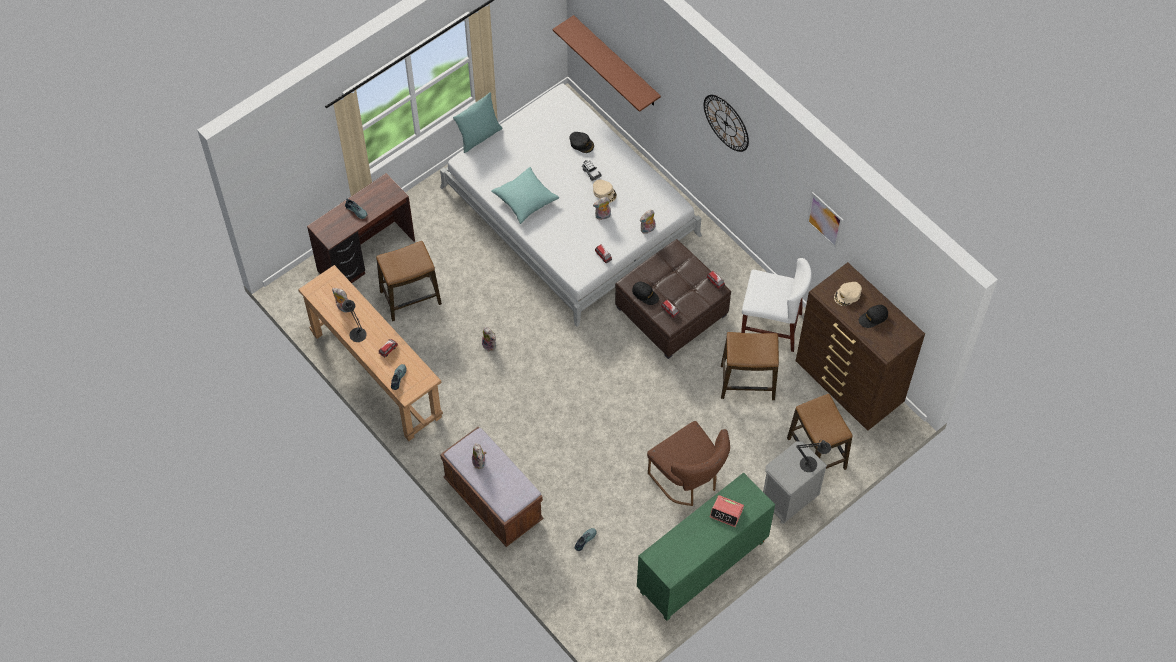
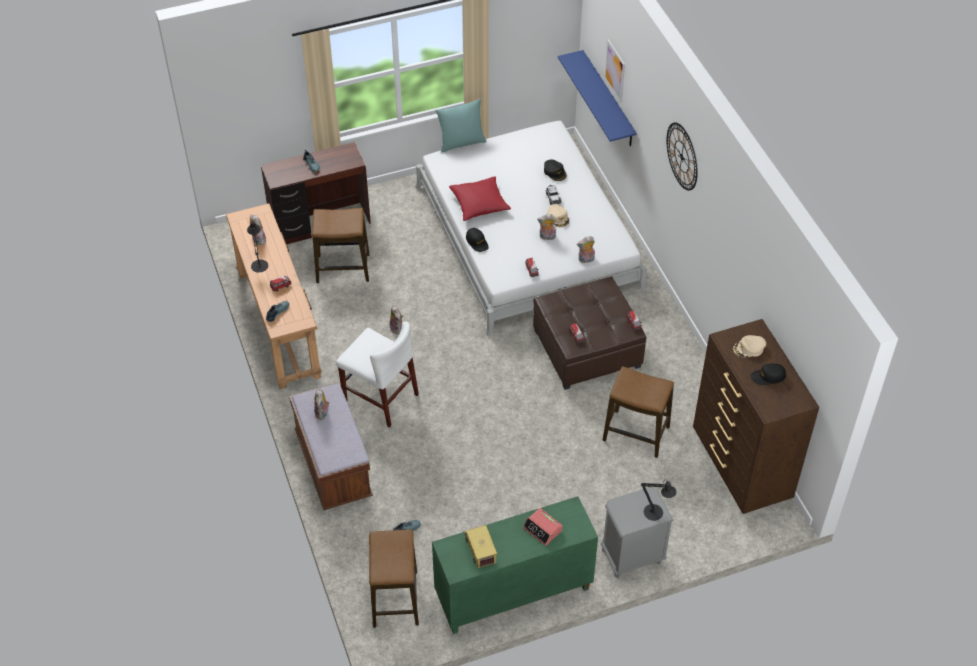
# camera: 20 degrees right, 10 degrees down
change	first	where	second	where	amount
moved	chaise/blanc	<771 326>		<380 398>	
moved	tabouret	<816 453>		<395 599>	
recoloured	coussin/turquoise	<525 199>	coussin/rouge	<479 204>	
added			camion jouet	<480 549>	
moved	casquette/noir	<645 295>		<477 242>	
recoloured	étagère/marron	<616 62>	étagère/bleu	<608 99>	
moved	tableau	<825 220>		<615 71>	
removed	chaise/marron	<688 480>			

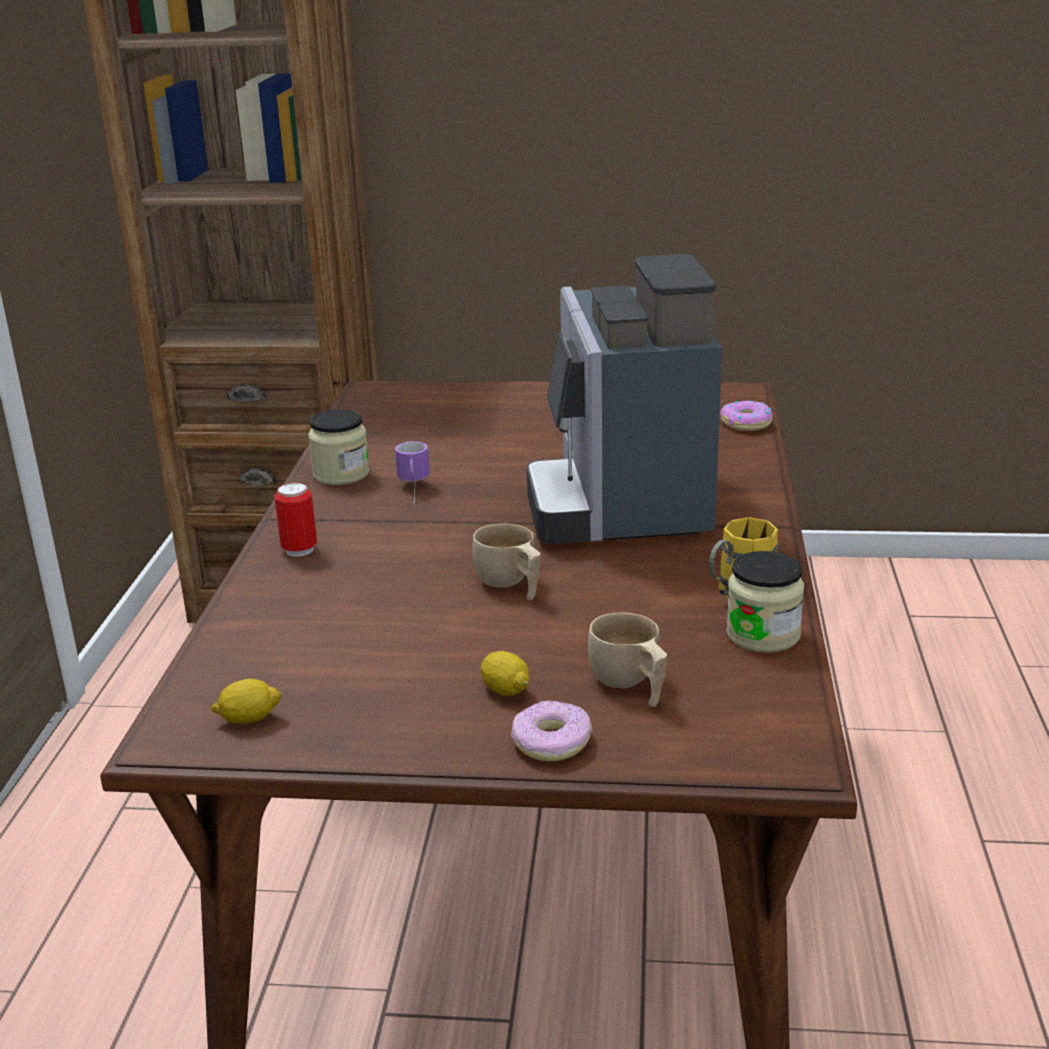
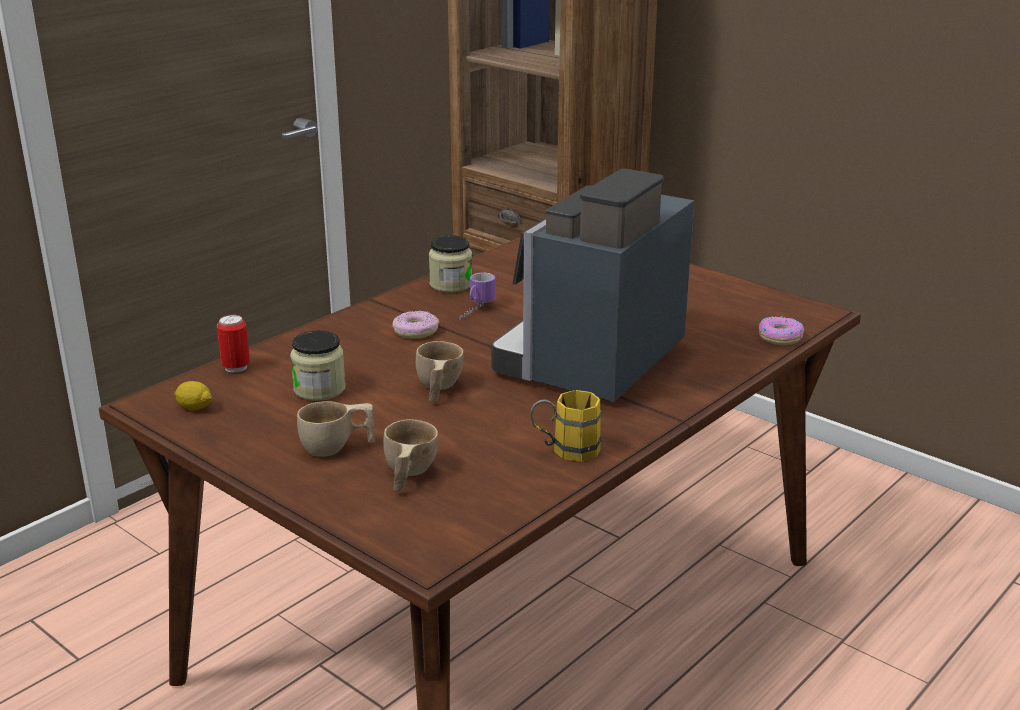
# camera: 35 degrees right, 0 degrees up
change	first	where	second	where	amount
moved	boîte métallique	<299 550>		<236 367>	
moved	bocal	<763 634>		<319 389>	
replaced	citron	<505 690>	tasse/beige	<337 447>	
moved	beignet	<551 742>		<415 331>	

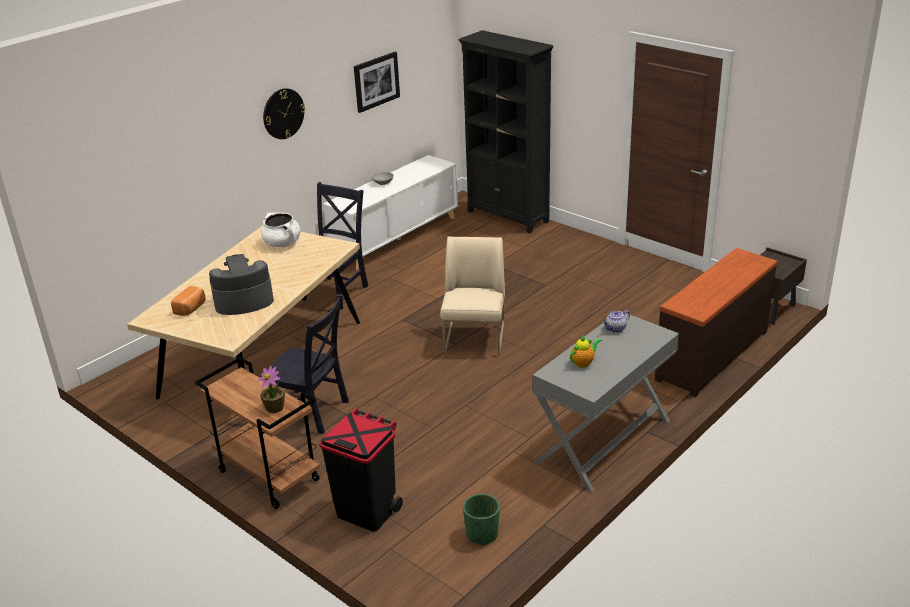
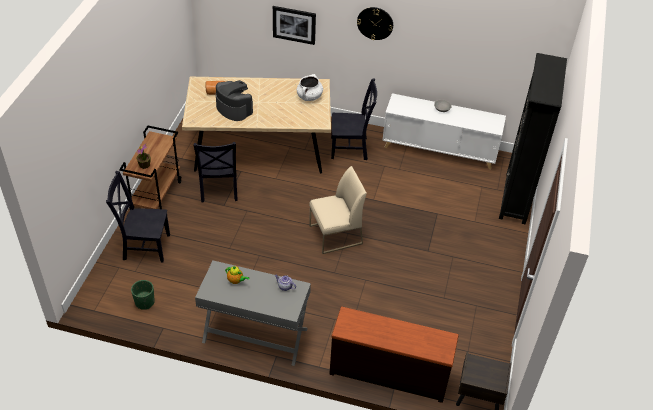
# camera: 60 degrees right, 15 degrees up
change	first	where	second	where	amount
replaced	poubelle/noir	<367 511>	chaise/noir	<144 246>	
moved	tableau	<376 81>		<294 24>	

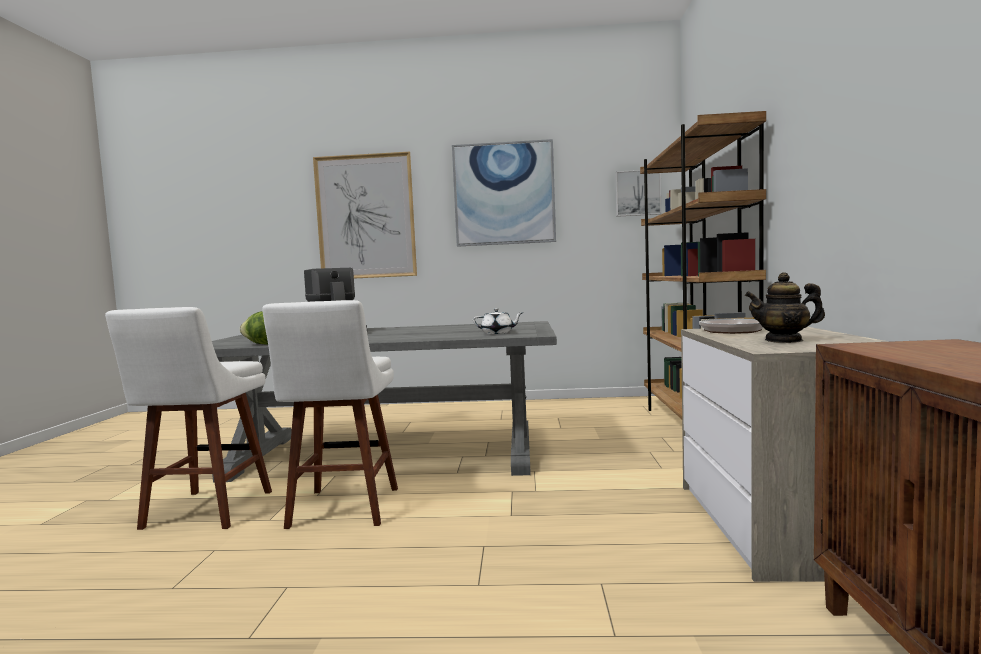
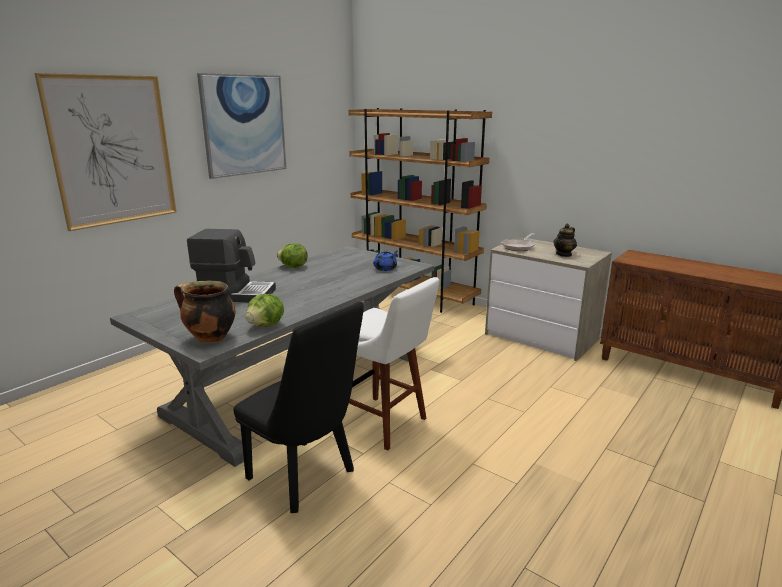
# camera: 55 degrees left, 15 degrees up
change	first	where	second	where	amount
added			marmite	<209 338>	
replaced	tabouret/blanc	<205 512>	chaise/noir	<307 478>	
added			laitue	<293 267>	
recoloured	théière/blanc	<498 333>	théière/bleu	<385 268>	
removed	tableau	<637 193>			

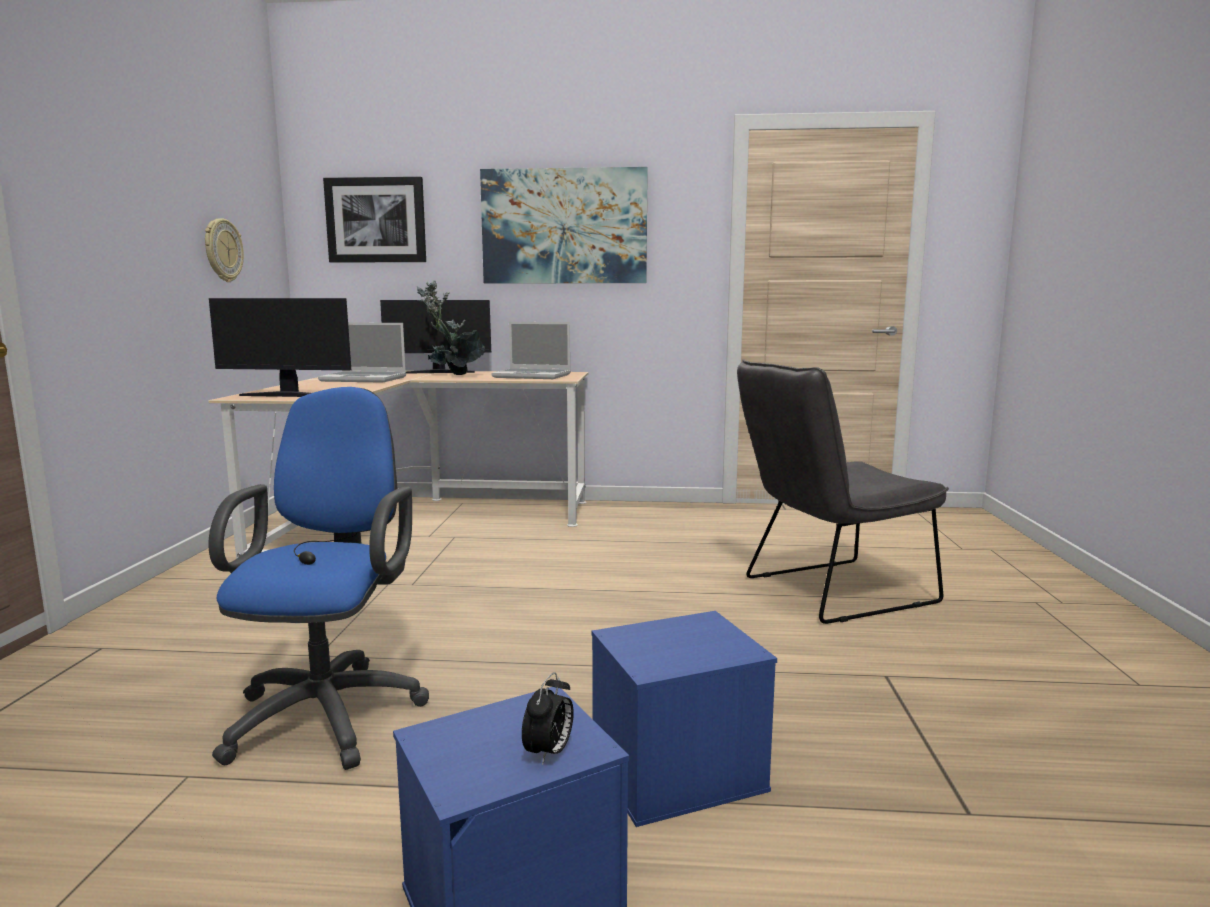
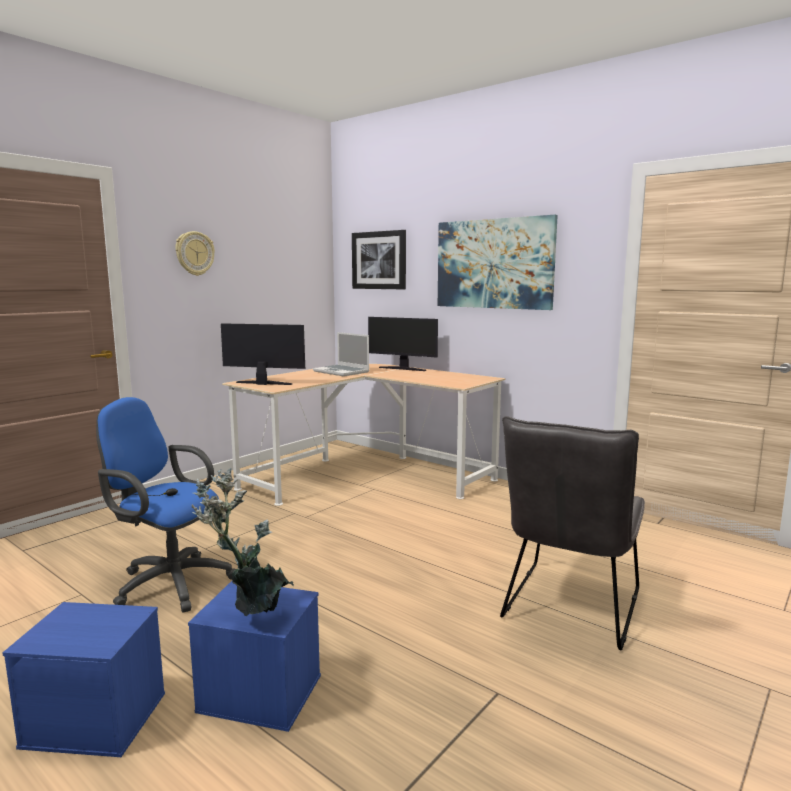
# camera: 35 degrees right, 0 degrees up
change	first	where	second	where	amount
turned	chaise de bureau/bleu	<331 710>		<169 582>	105 degrees counterclockwise
moved	horloge murale	<222 250>		<194 253>	
moved	plante en pot	<452 376>		<250 613>	
turned	écran d'ordinateur	<287 395>		<263 384>	150 degrees clockwise
turned	chaise/gris	<828 592>		<569 609>	75 degrees counterclockwise
removed	ordinateur portable	<533 376>			
removed	réveil	<549 753>			

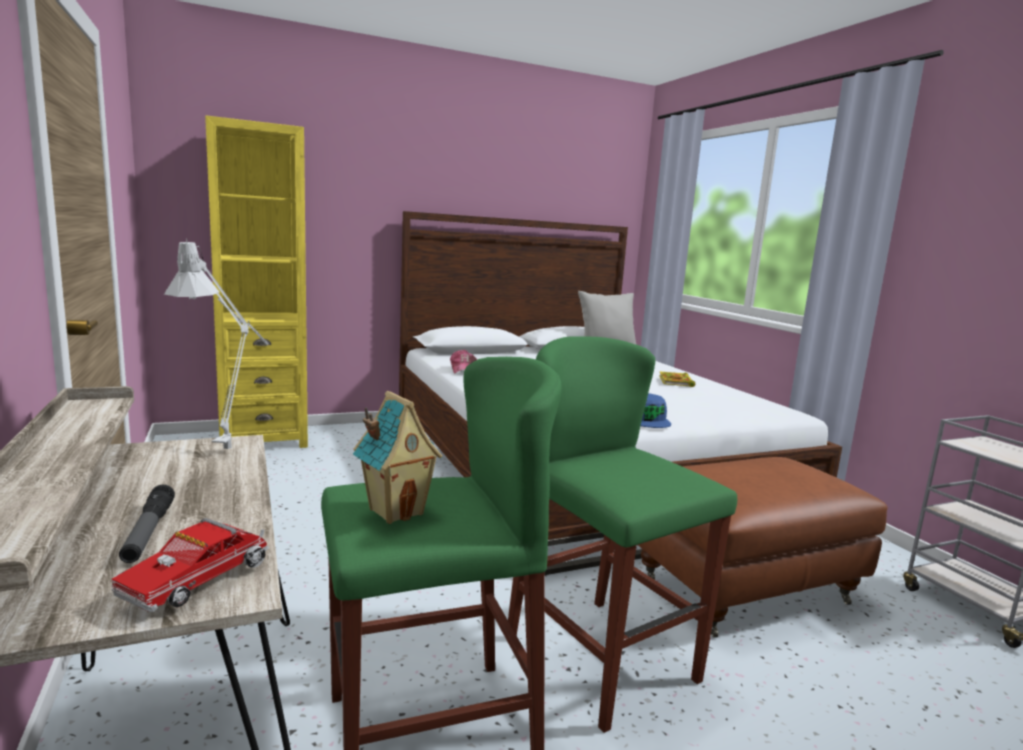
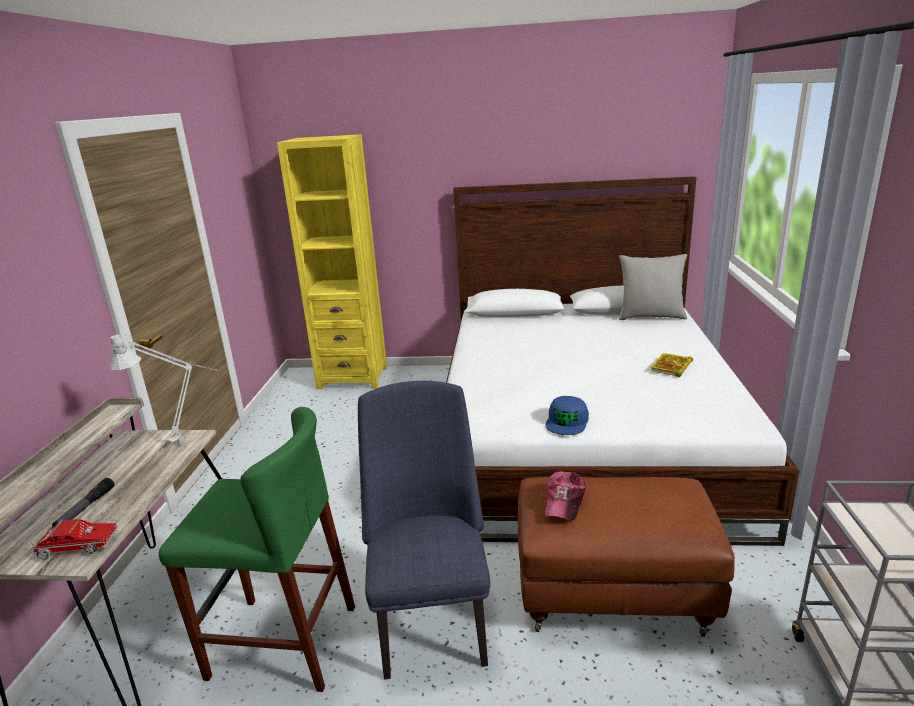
# camera: 30 degrees right, 10 degrees up
change	first	where	second	where	amount
turned	camion jouet	<203 580>		<74 548>	150 degrees counterclockwise
replaced	tabouret/vert	<601 658>	chaise/bleu	<431 623>	
moved	casquette	<464 370>		<564 501>	
removed	maison miniature	<396 511>			

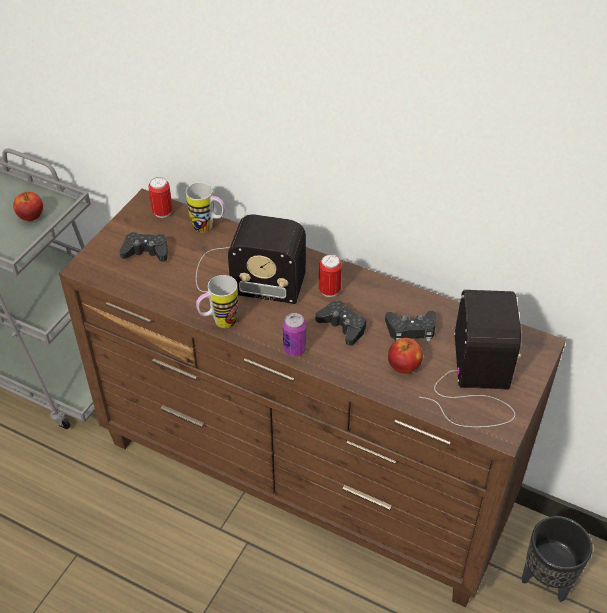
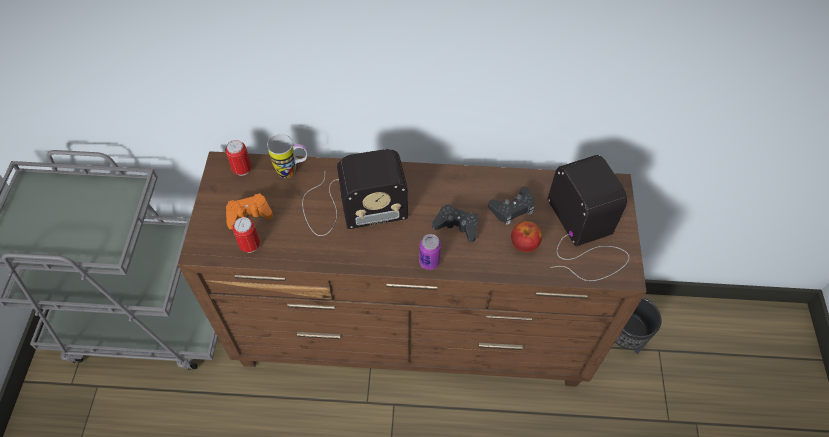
# camera: 25 degrees left, 10 degrees up
change	first	where	second	where	amount
recoloured	manette/noir	<146 252>	manette/orange	<249 214>	
moved	boîte métallique	<329 290>		<250 245>	
removed	pomme	<31 216>			
removed	mug	<219 323>			

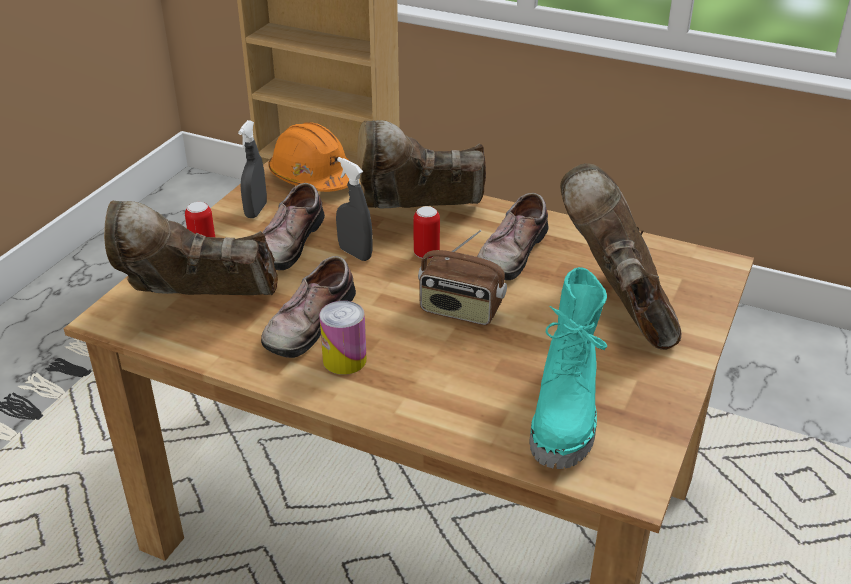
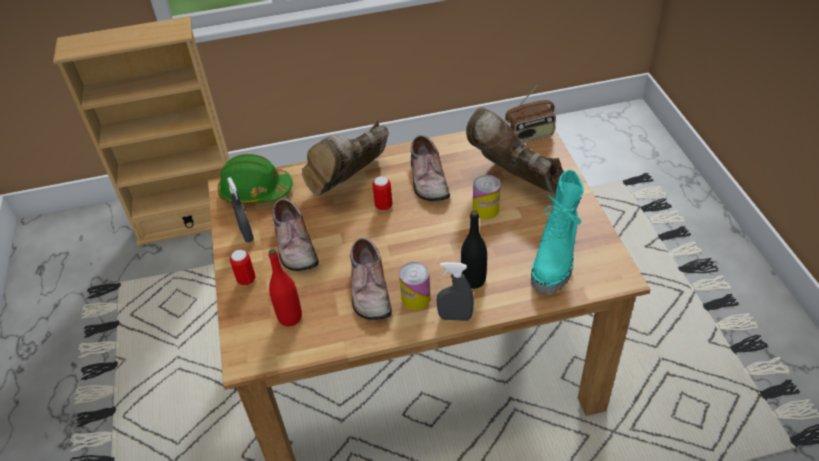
# camera: 35 degrees left, 10 degrees up
change	first	where	second	where	amount
recoloured	casque de chantier/orange	<314 178>	casque de chantier/vert	<255 191>	
replaced	botte/marron	<198 304>	bouteille/rouge	<290 317>	
moved	vaporisateur/gris	<355 253>		<455 317>	
added			bouteille/noir	<473 280>	
added			boîte métallique	<485 209>	
moved	radio	<460 311>		<529 135>	
turned	botte/turquoise	<567 415>		<556 259>	45 degrees clockwise

